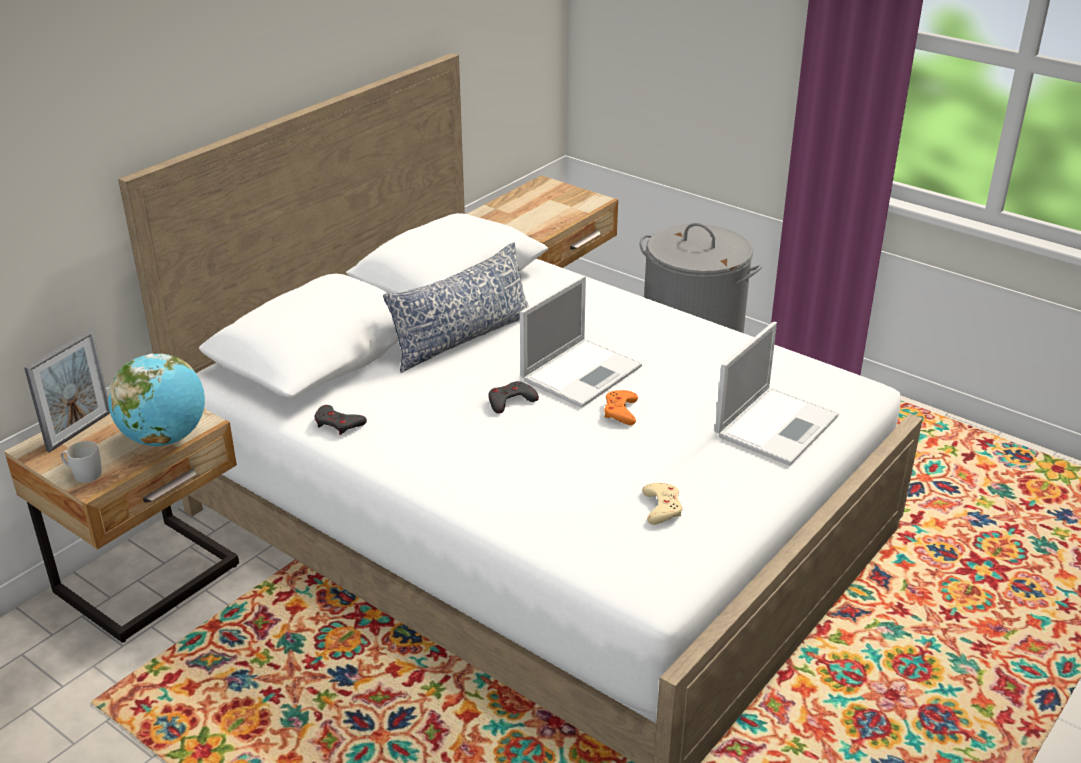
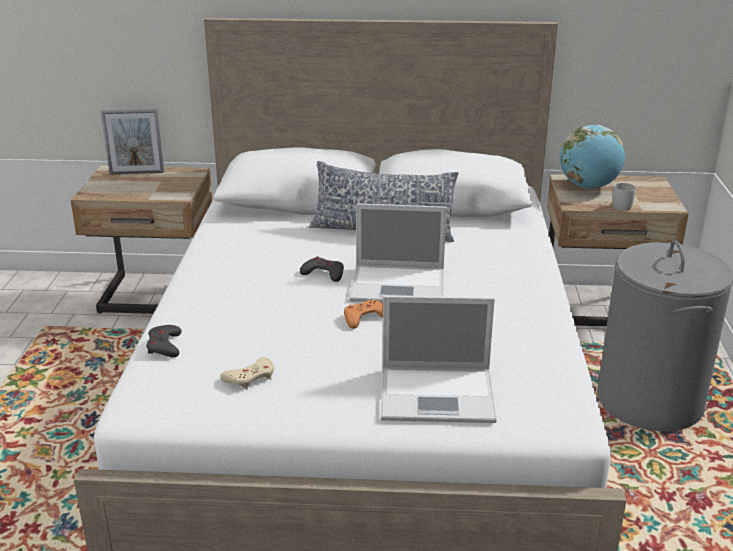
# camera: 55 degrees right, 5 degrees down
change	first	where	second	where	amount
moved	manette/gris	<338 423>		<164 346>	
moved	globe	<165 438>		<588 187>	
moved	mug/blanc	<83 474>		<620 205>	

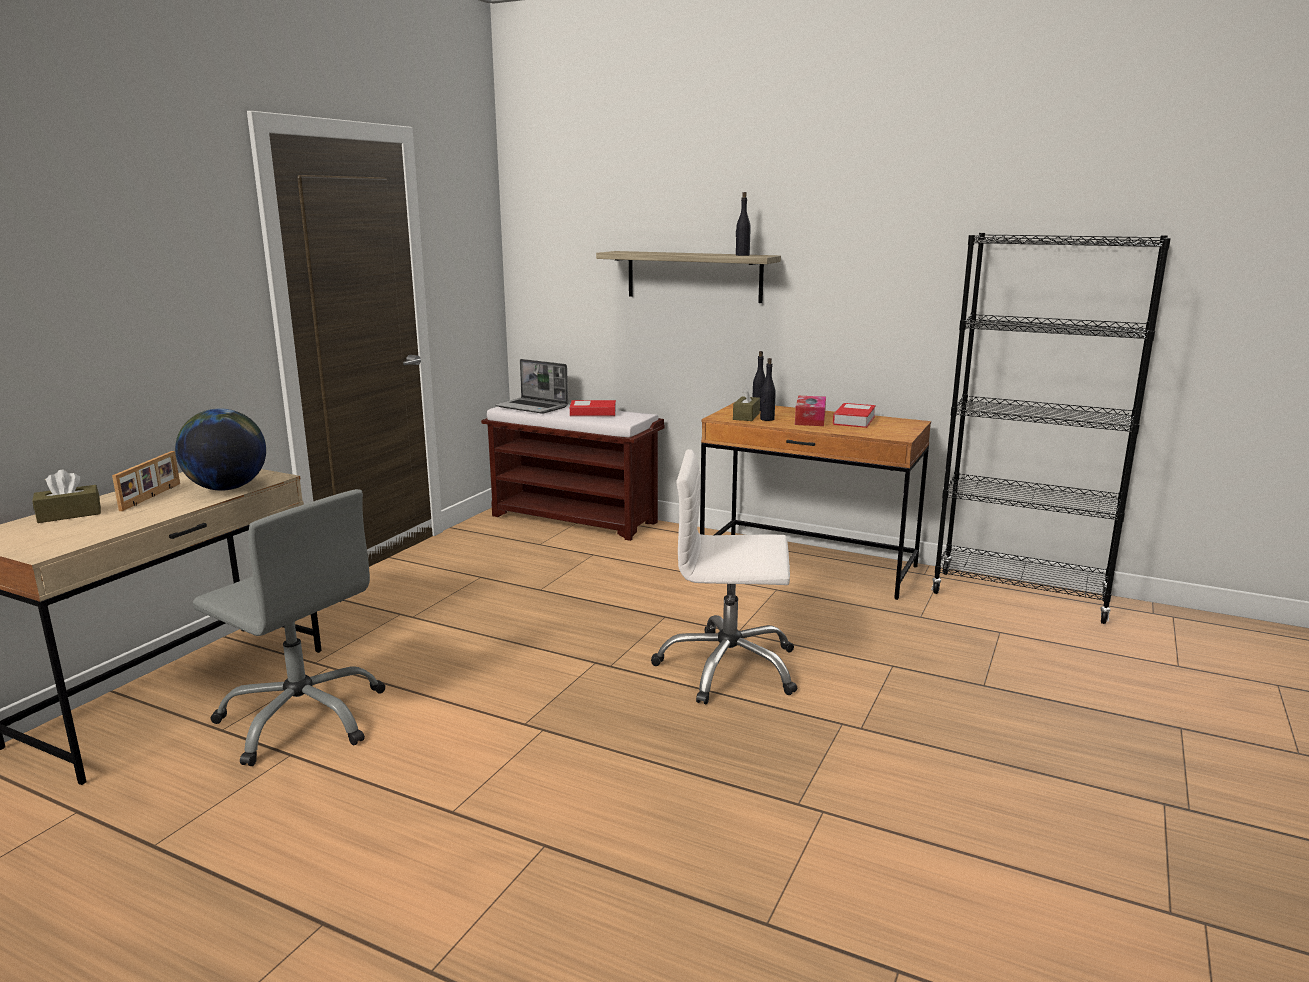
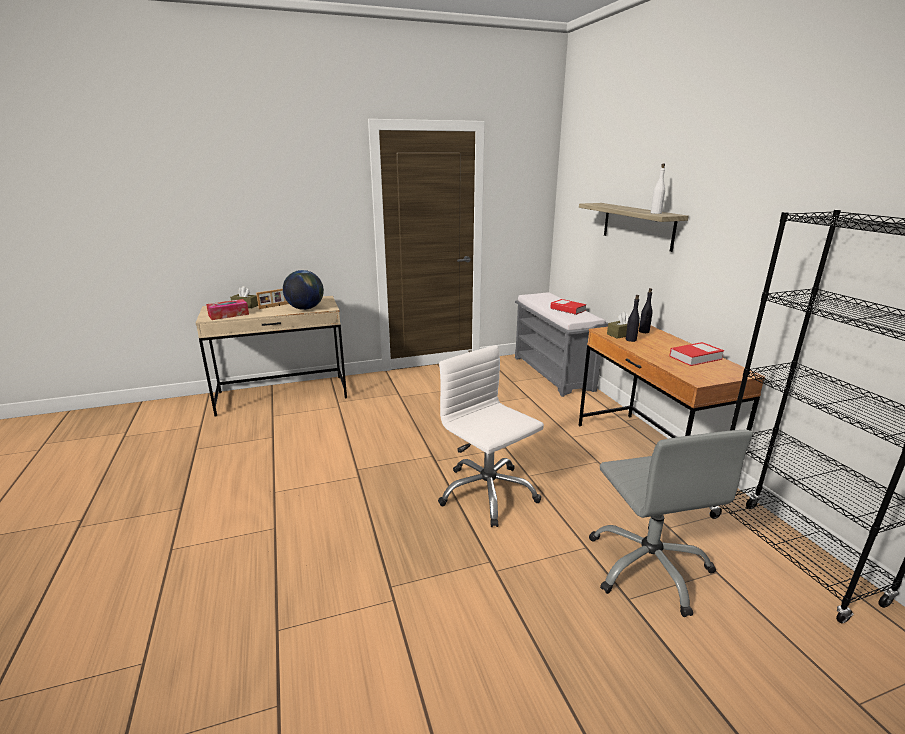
# camera: 45 degrees right, 5 degrees up
change	first	where	second	where	amount
moved	boîte à mouchoirs	<810 419>		<228 315>	
recoloured	banc/marron	<576 519>	banc/gris	<553 373>	
moved	chaise de bureau/gris	<303 718>		<649 566>	
recoloured	bouteille/noir	<742 255>	bouteille/blanc	<655 213>	
removed	ordinateur portable	<533 407>			

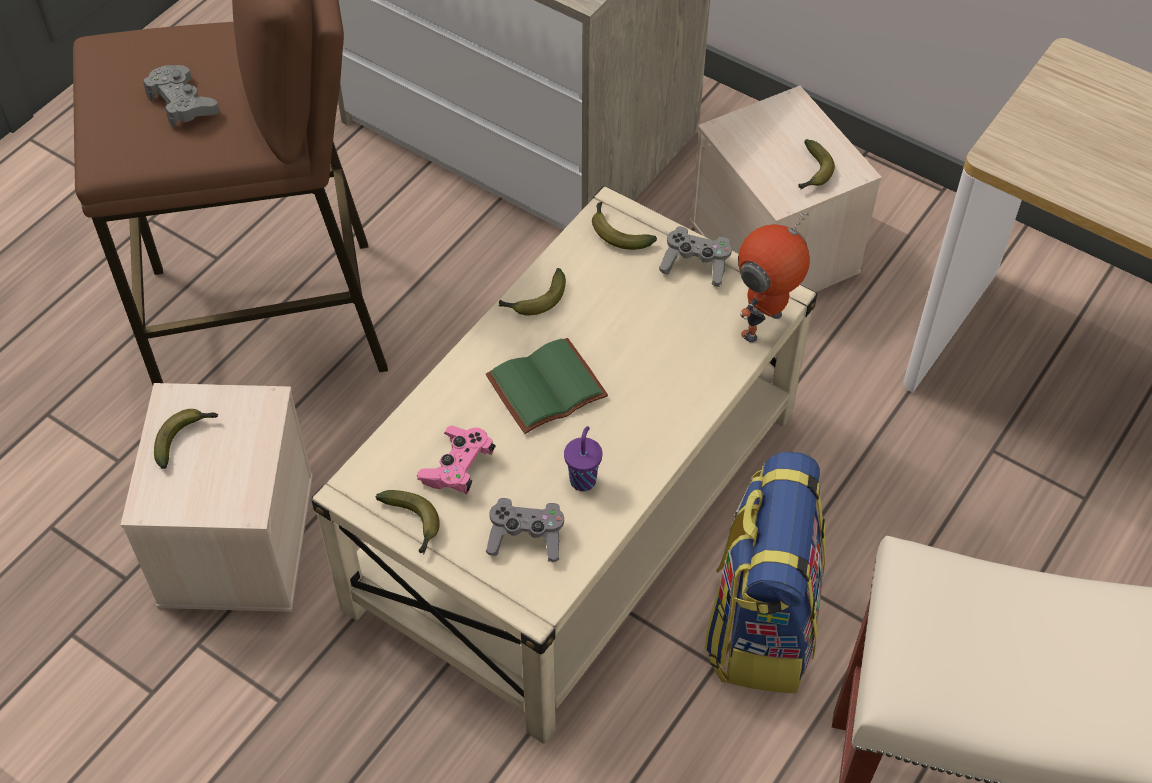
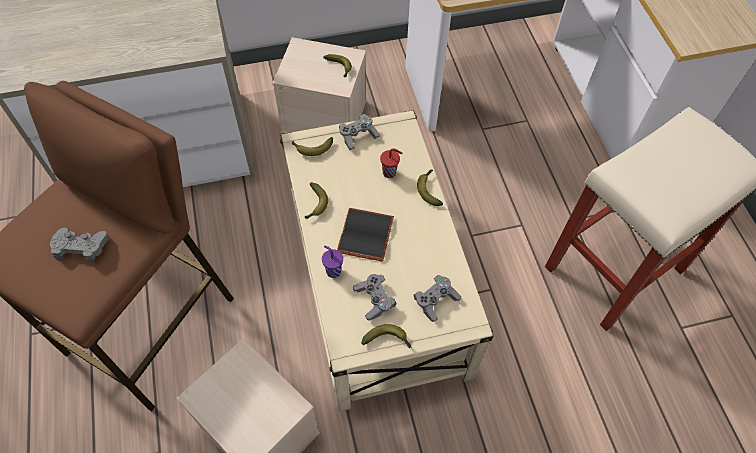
# camera: 50 degrees left, 5 degrees up
change	first	where	second	where	amount
moved	tasse/violet	<583 479>		<333 271>	
recoloured	livre/vert	<546 390>	livre/noir	<367 236>	
recoloured	manette/rose	<458 467>	manette/gris	<374 300>	
added			tasse/rouge	<390 173>	
moved	banane	<185 438>		<429 190>	
removed	sac à dos	<761 624>			
removed	robot jouet	<764 326>			

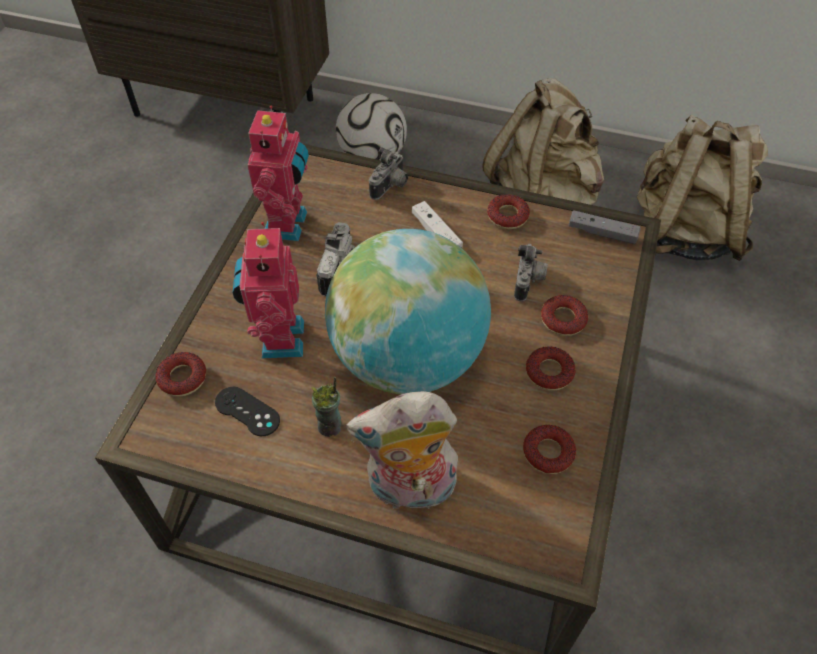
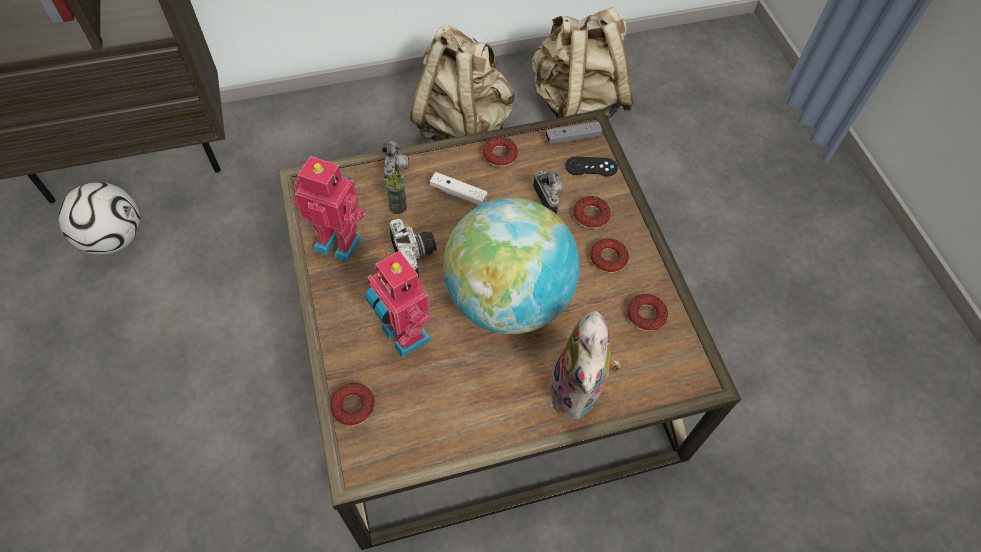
# camera: 35 degrees left, 5 degrees up
change	first	where	second	where	amount
moved	ballon de foot	<372 156>		<114 238>	
turned	robot jouet	<289 225>		<340 241>	45 degrees counterclockwise
moved	tasse	<330 426>		<398 207>	
turned	peluche	<410 490>		<578 392>	45 degrees counterclockwise
moved	manette/noir	<247 411>		<591 167>	

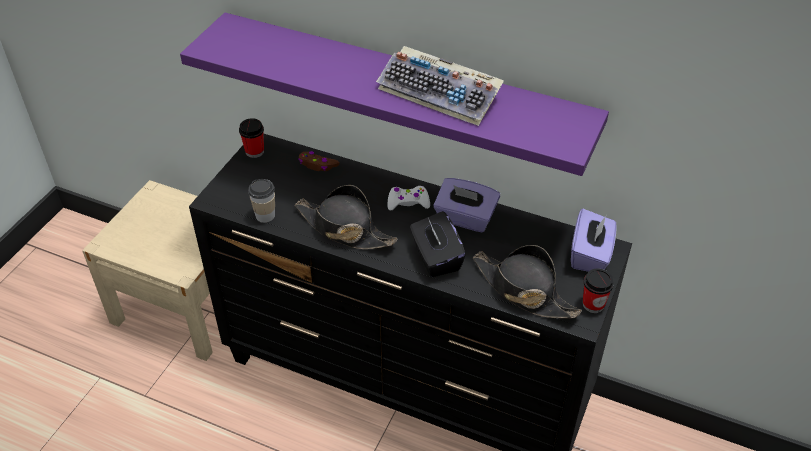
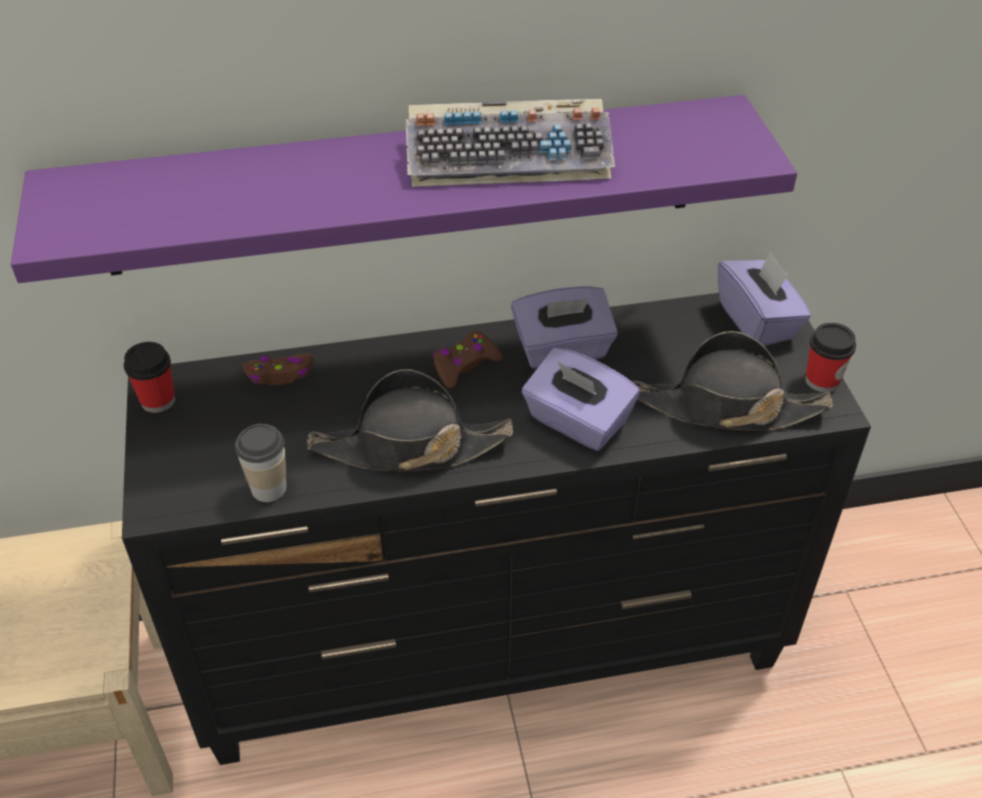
# camera: 35 degrees left, 0 degrees up
change	first	where	second	where	amount
recoloured	manette/blanc	<408 202>	manette/marron	<465 365>	
recoloured	boîte à mouchoirs/noir	<436 258>	boîte à mouchoirs/violet	<577 422>	

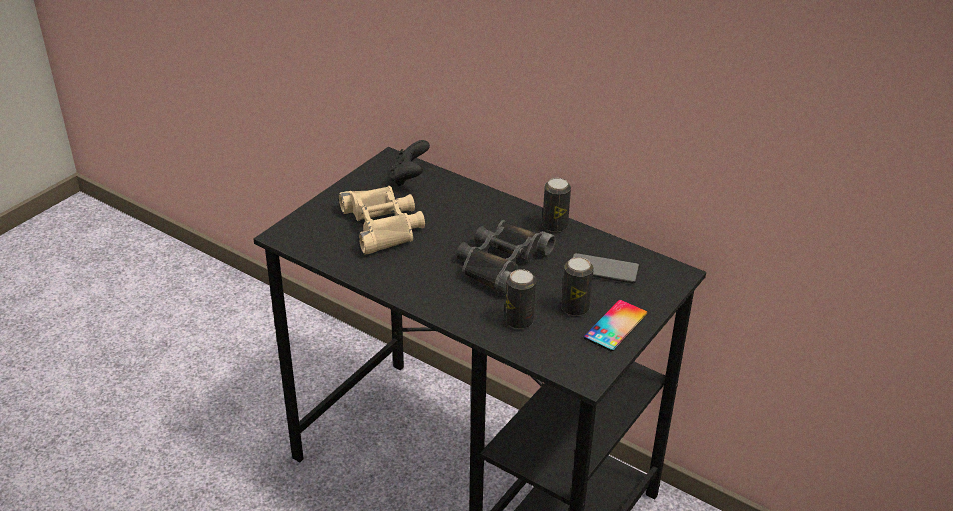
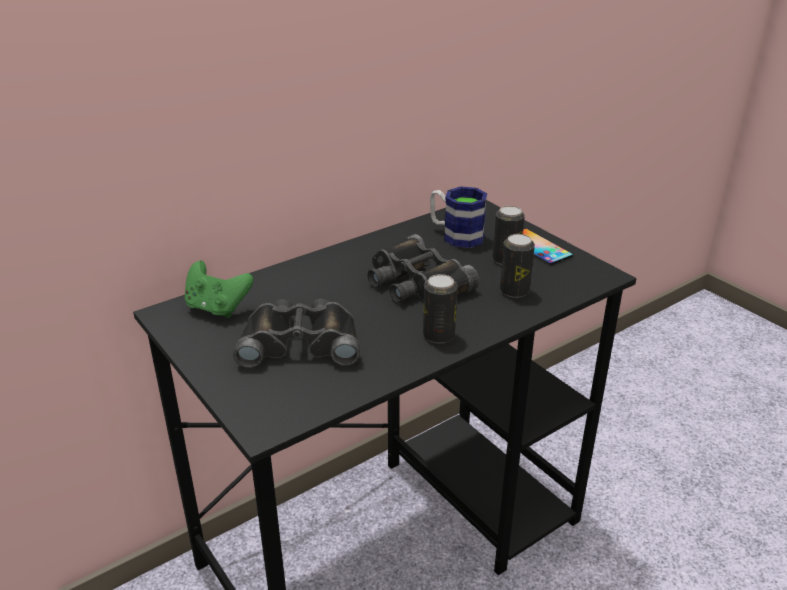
# camera: 70 degrees left, 5 degrees down
change	first	where	second	where	amount
recoloured	manette/noir	<409 178>	manette/vert	<217 308>	
recoloured	jumelles/beige	<383 225>	jumelles/noir	<300 342>	
moved	boîte métallique	<554 226>		<439 335>	
replaced	téléphone	<603 270>	mug	<455 235>	

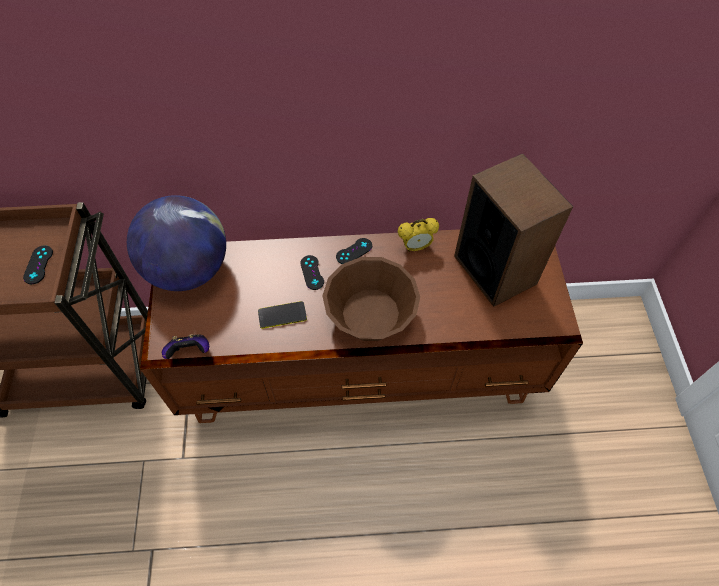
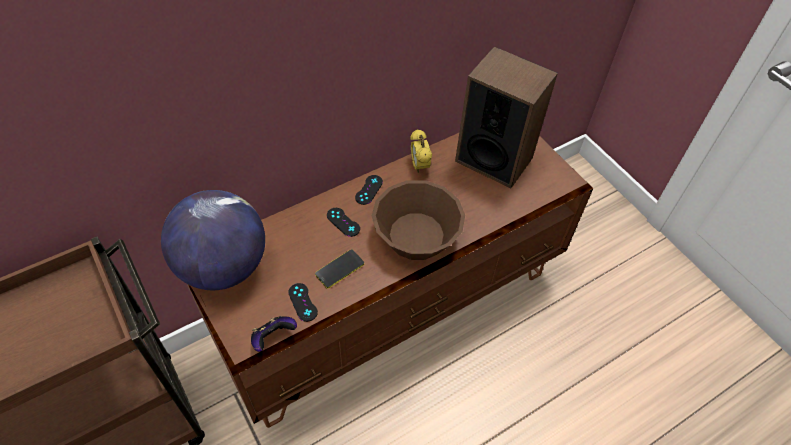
# camera: 30 degrees left, 5 degrees down
change	first	where	second	where	amount
moved	manette/noir	<38 265>		<303 302>	
turned	réveil	<415 247>		<419 166>	120 degrees clockwise

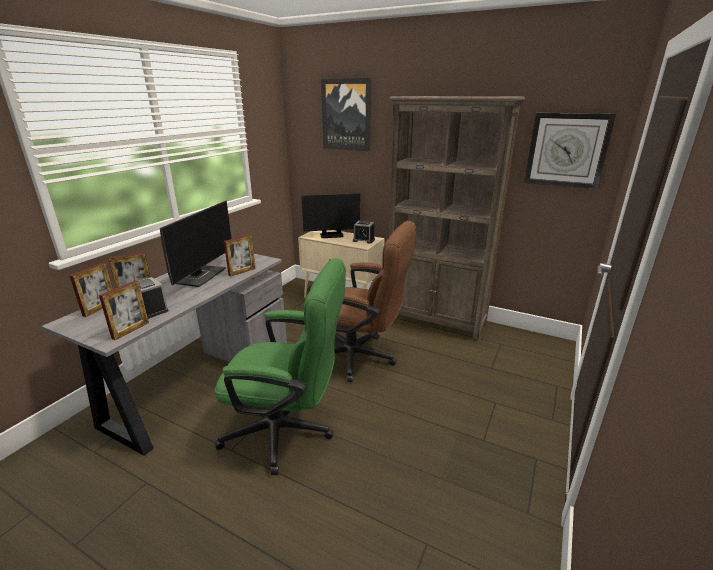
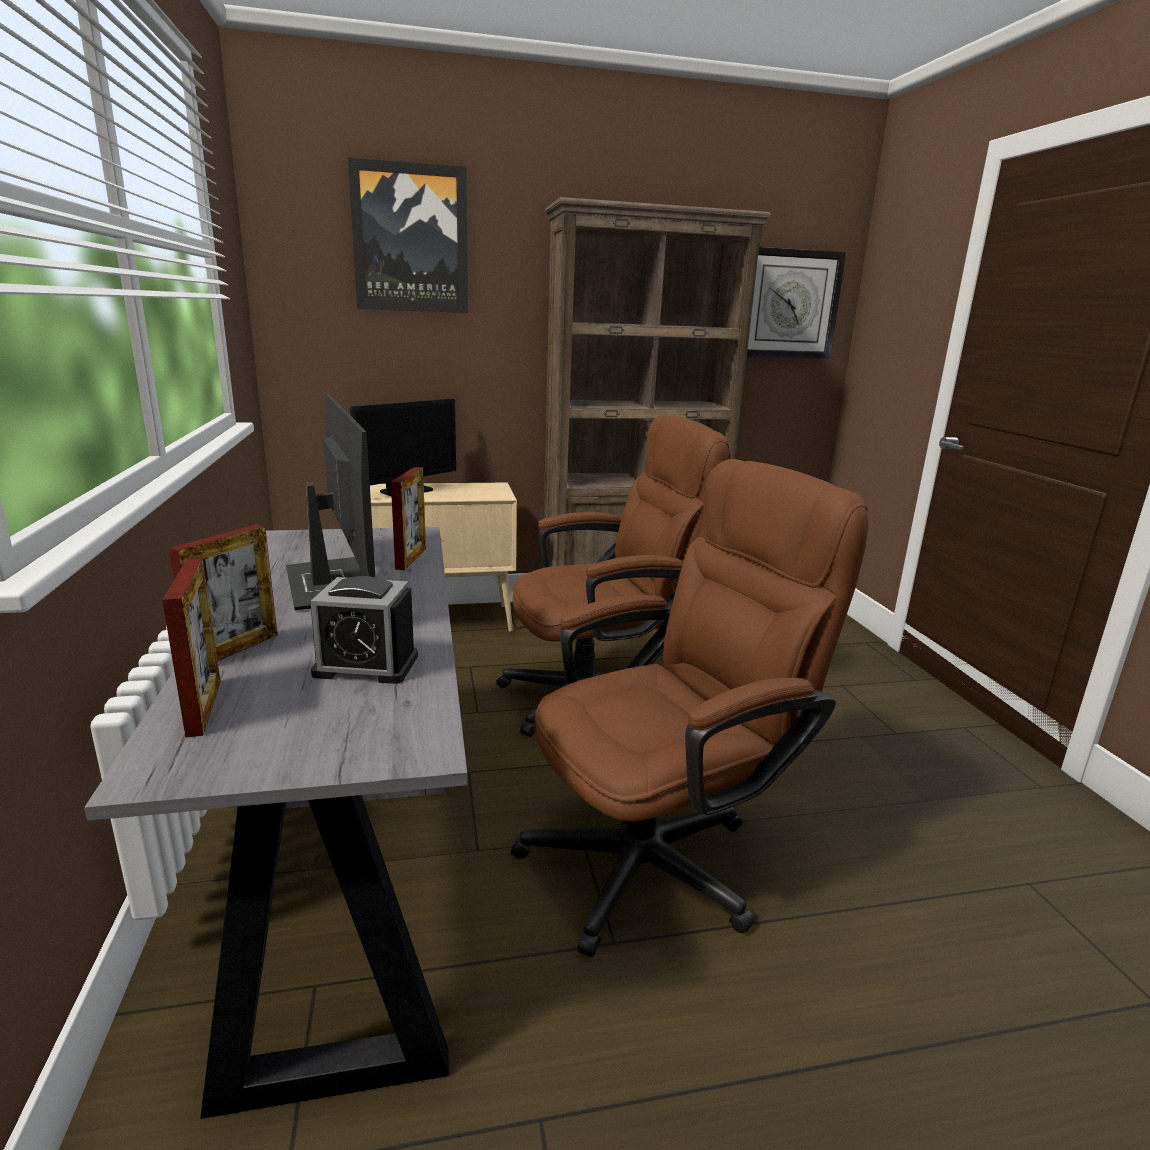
# camera: 40 degrees left, 5 degrees down
change	first	where	second	where	amount
recoloured	chaise de bureau/vert	<287 432>	chaise de bureau/marron	<662 856>	
removed	cadre photo	<130 330>			
removed	réveil	<363 240>			

